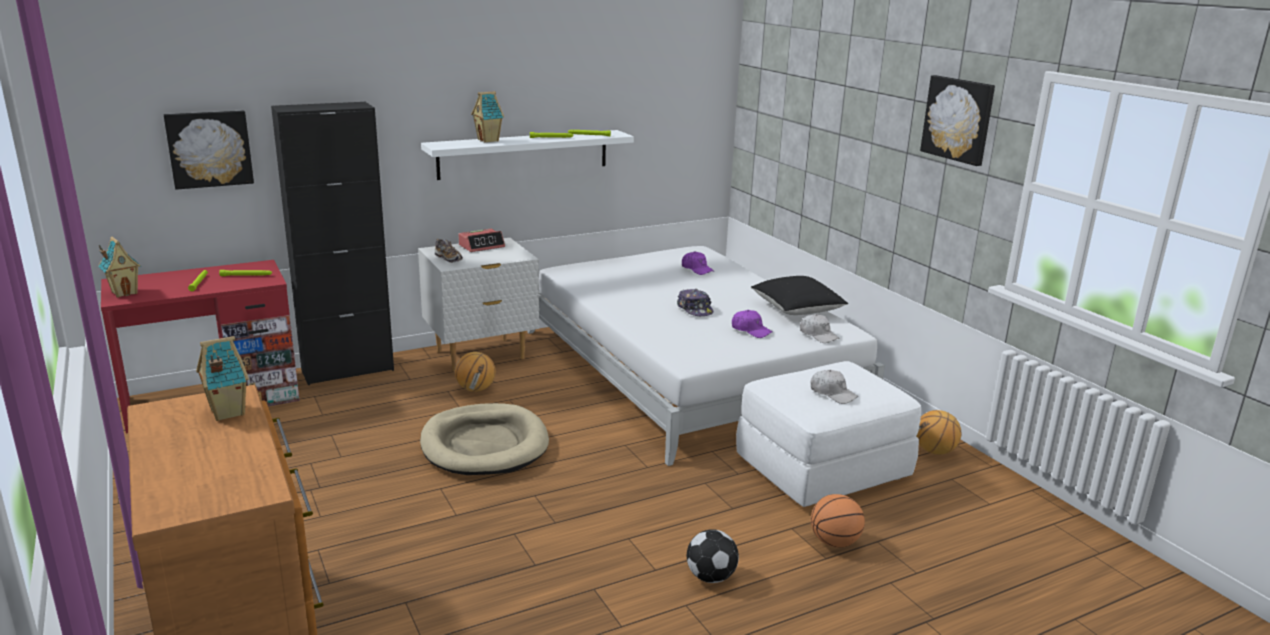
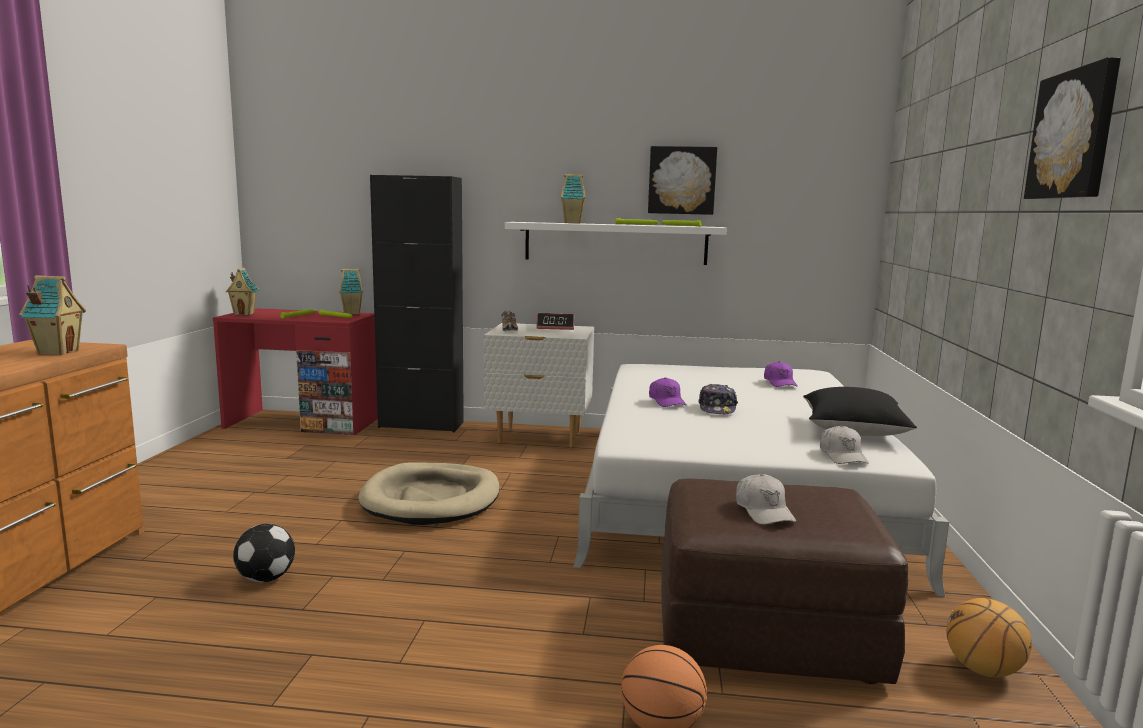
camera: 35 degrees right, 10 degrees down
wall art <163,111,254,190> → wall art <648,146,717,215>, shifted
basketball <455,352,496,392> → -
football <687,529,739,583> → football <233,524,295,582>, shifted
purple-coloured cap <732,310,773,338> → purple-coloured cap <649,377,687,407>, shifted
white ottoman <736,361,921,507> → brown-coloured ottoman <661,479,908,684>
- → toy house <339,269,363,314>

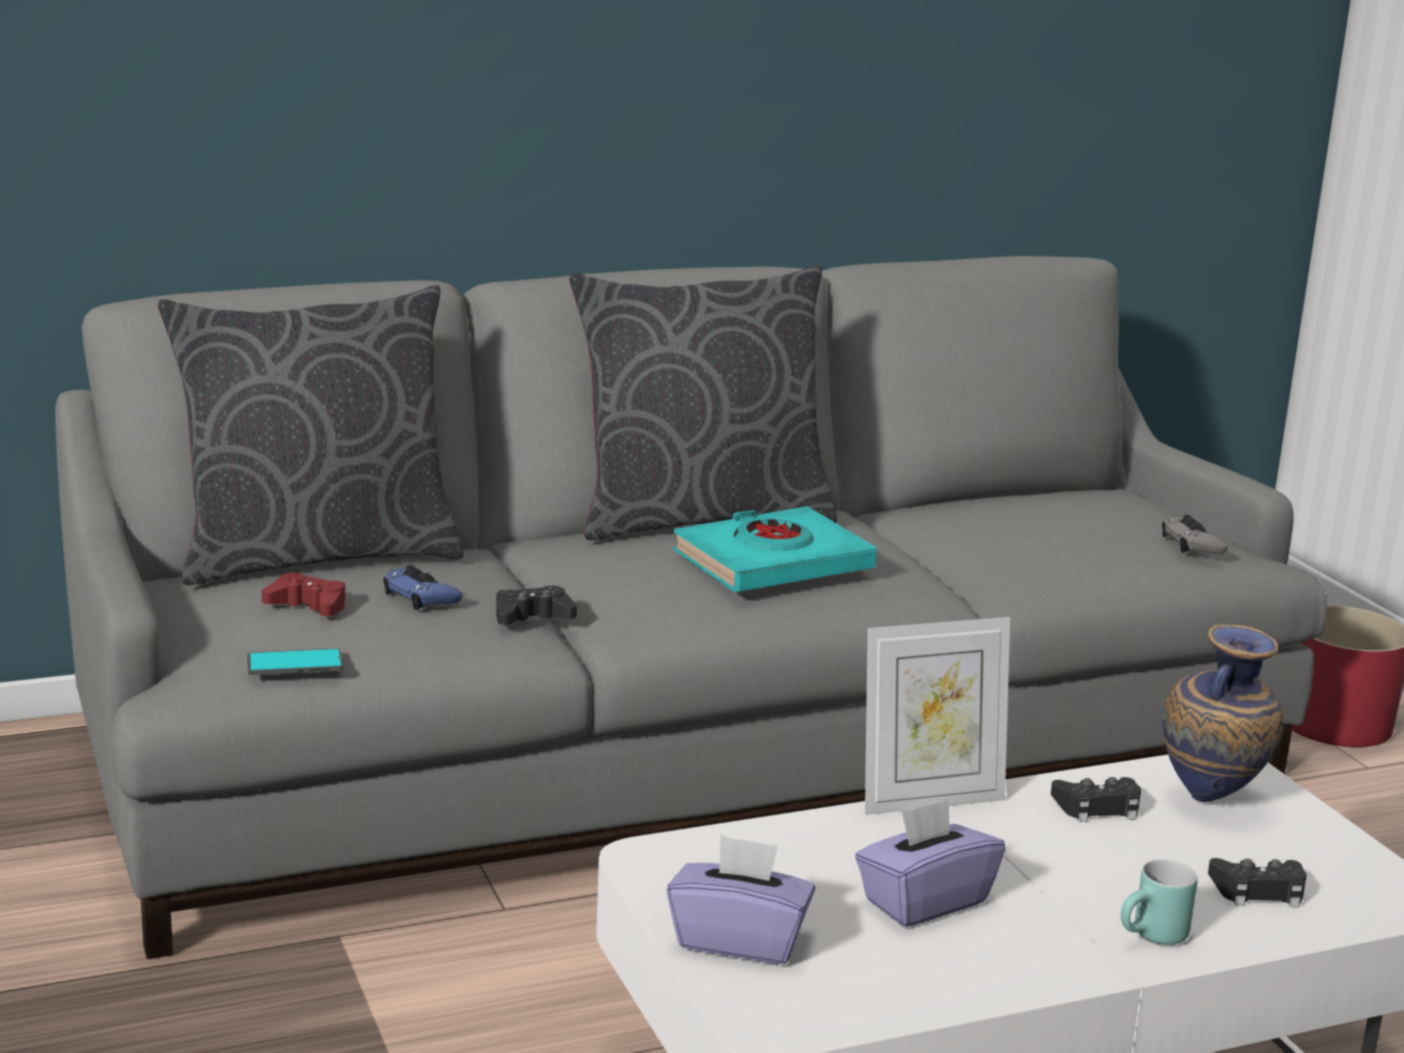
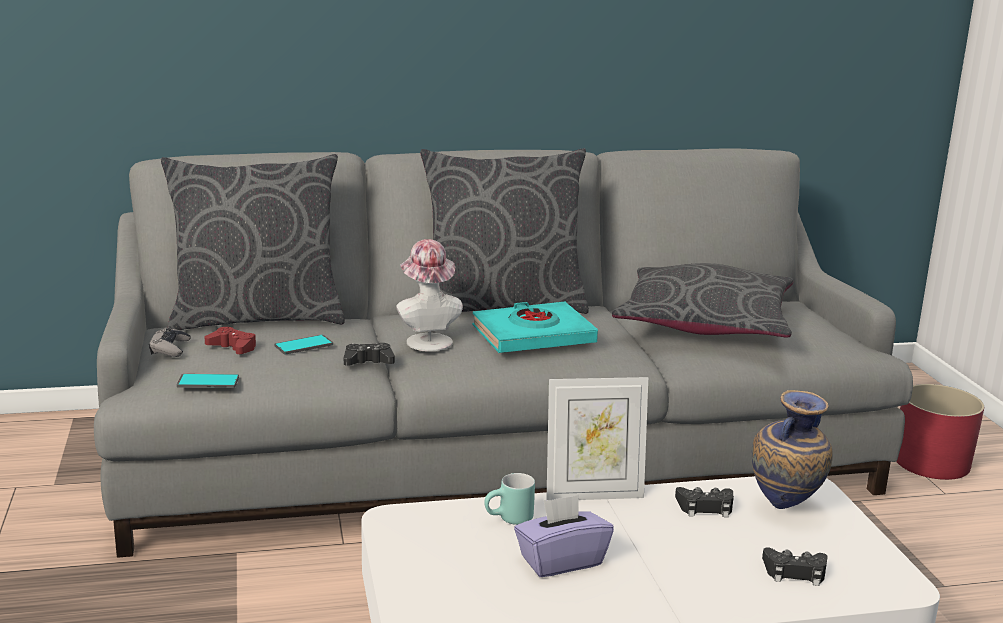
camera: 10 degrees right, 0 degrees up
bluish game controller <383,565,462,610> → phone <275,335,333,355>
purple-coloured box of tissues <667,835,816,964> → -
blue-green coffee mug <1121,859,1198,945> → blue-green coffee mug <484,473,535,525>, shifted
grey game controller <1162,514,1228,554> → grey game controller <149,328,191,357>, shifted
- → wearable hat <396,239,463,351>
- → grey cushion <612,263,794,337>

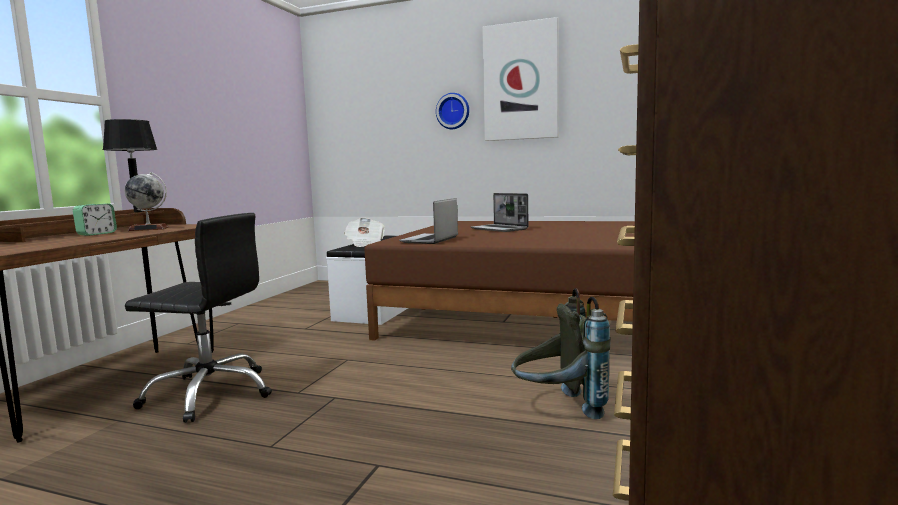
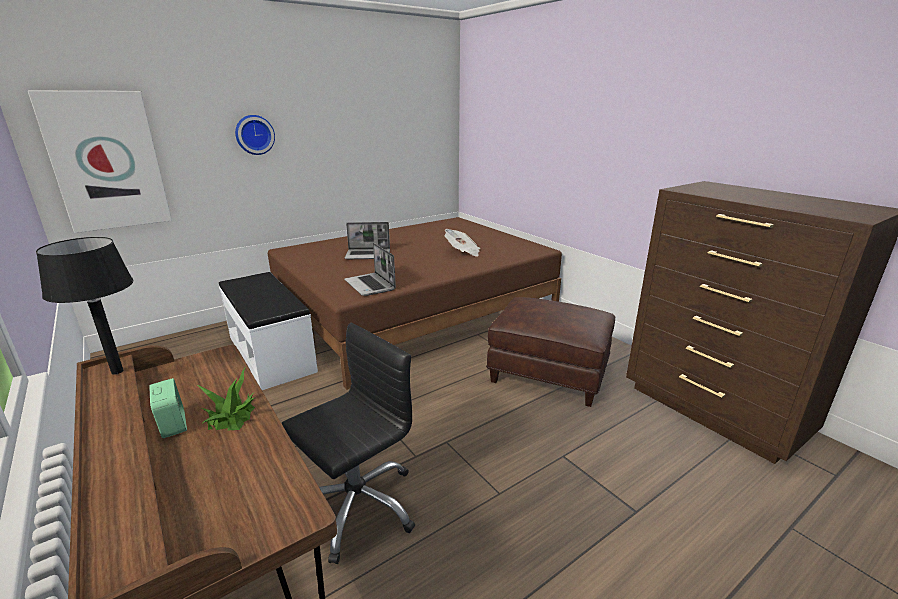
camera: 55 degrees left, 15 degrees up
world globe <125,172,168,231> → -
printed paper <344,218,385,247> → printed paper <444,229,480,257>, shifted
wall art <482,17,559,141> → wall art <28,91,172,233>, shifted
grey backpack <511,288,611,419> → brown-coloured ottoman <486,297,615,407>
- → potted plant <197,368,255,430>

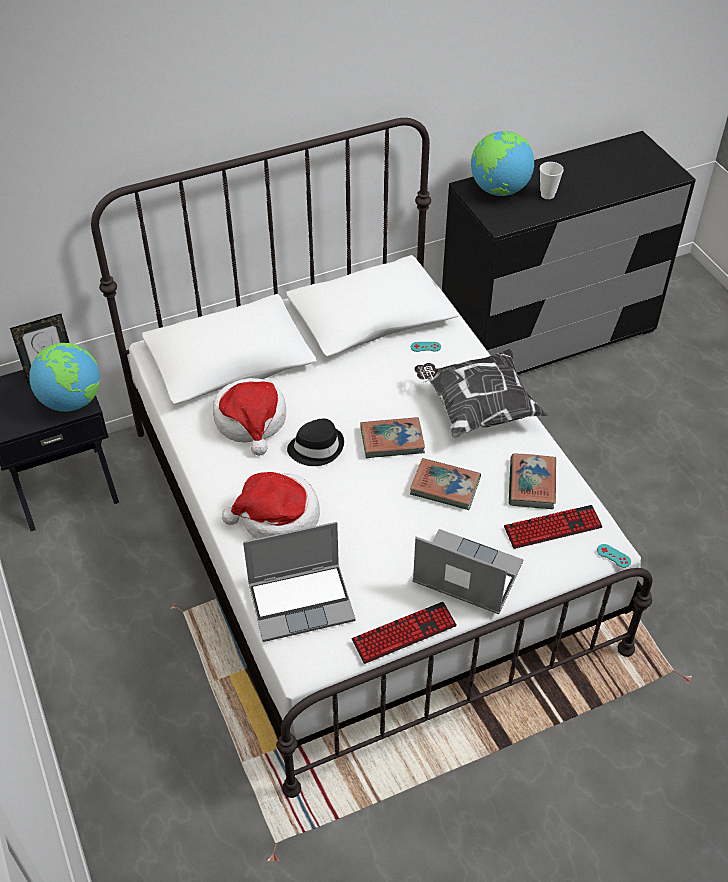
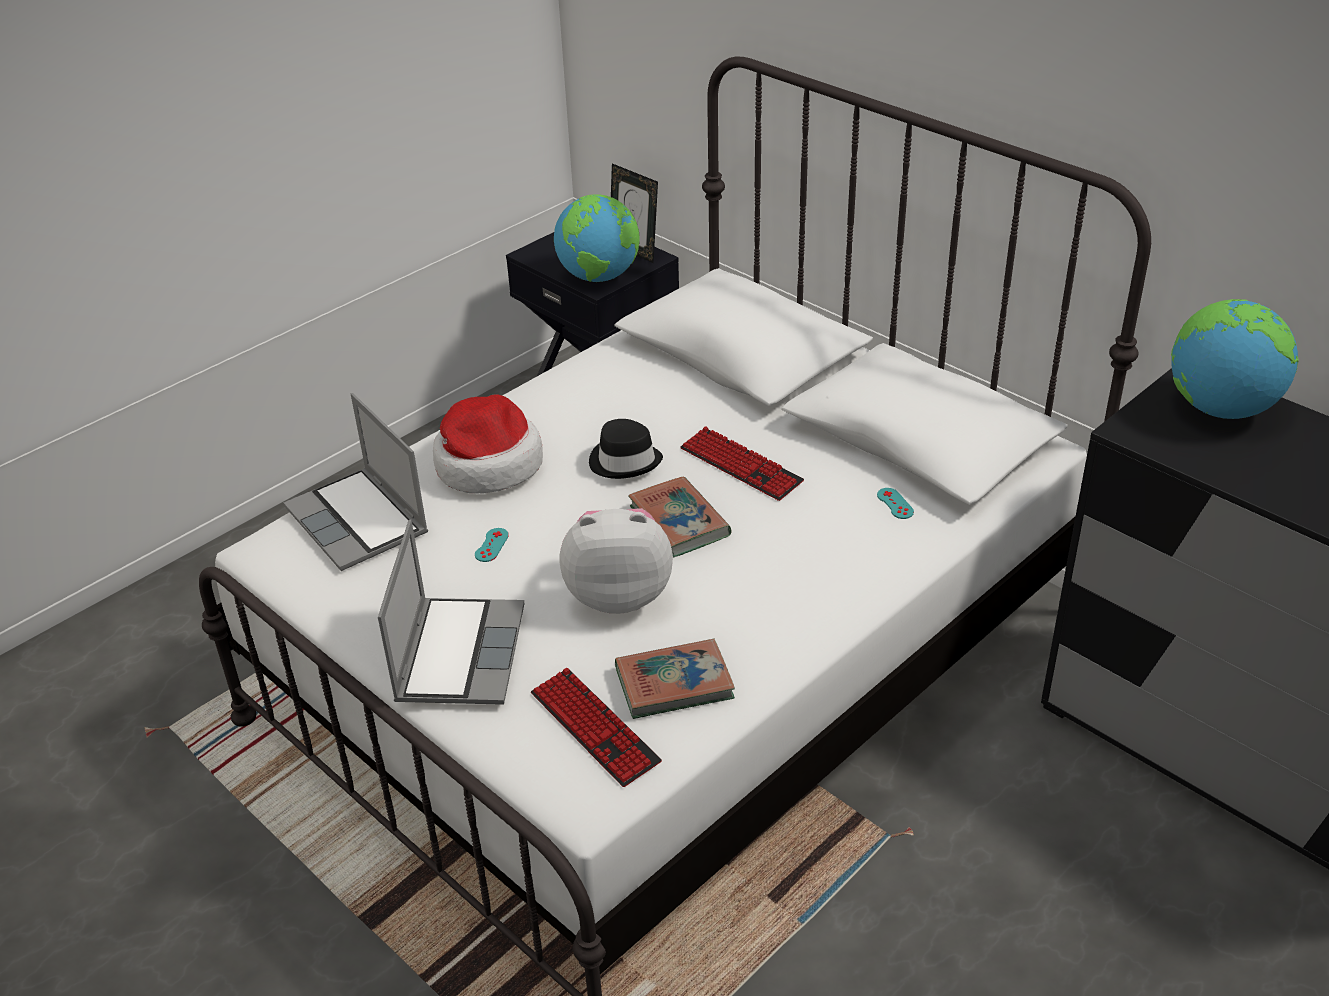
camera: 70 degrees right, 10 degrees down
wearable hat <213,378,286,456> → -
computer keyboard <352,602,457,664> → computer keyboard <680,426,804,501>, shifted
bound book <410,458,481,510> → cuddly toy <559,508,673,614>
cushion <414,349,549,438> → -
small cup <540,162,564,199> → -
blue-green game controller <597,544,631,568> → blue-green game controller <475,528,509,562>, shifted

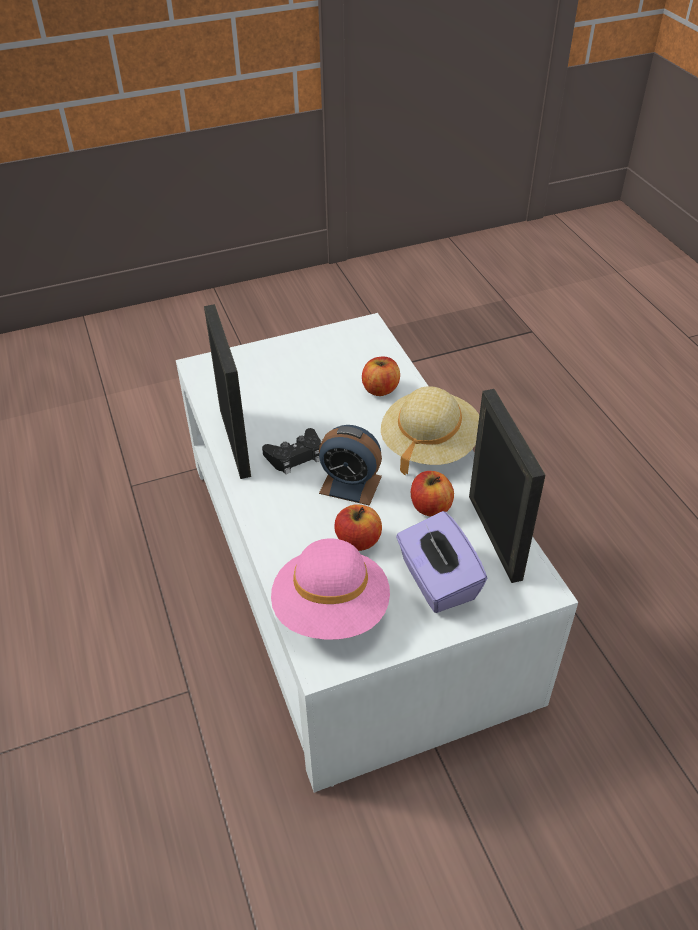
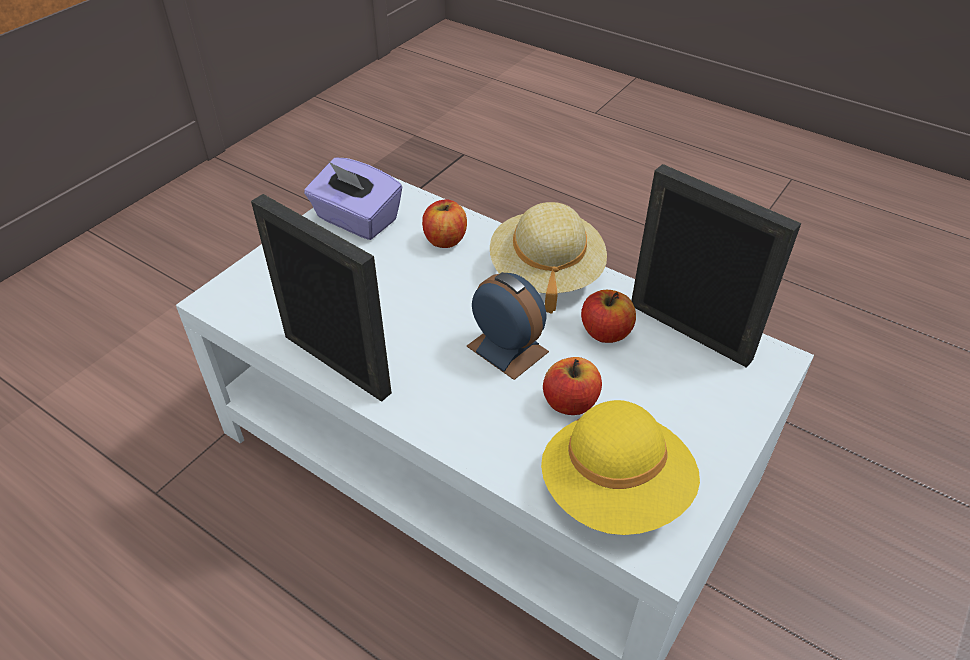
camera: 35 degrees left, 0 degrees up
black-coloured game controller <262,428,321,474> → -
pink-coloured wearable hat <271,538,390,640> → yellow-coloured wearable hat <541,400,700,535>
table clock <319,425,382,506> → table clock <467,272,549,380>, 120 degrees counterclockwise
purple-coloured box of tissues <396,511,488,613> → purple-coloured box of tissues <304,158,402,240>, shifted

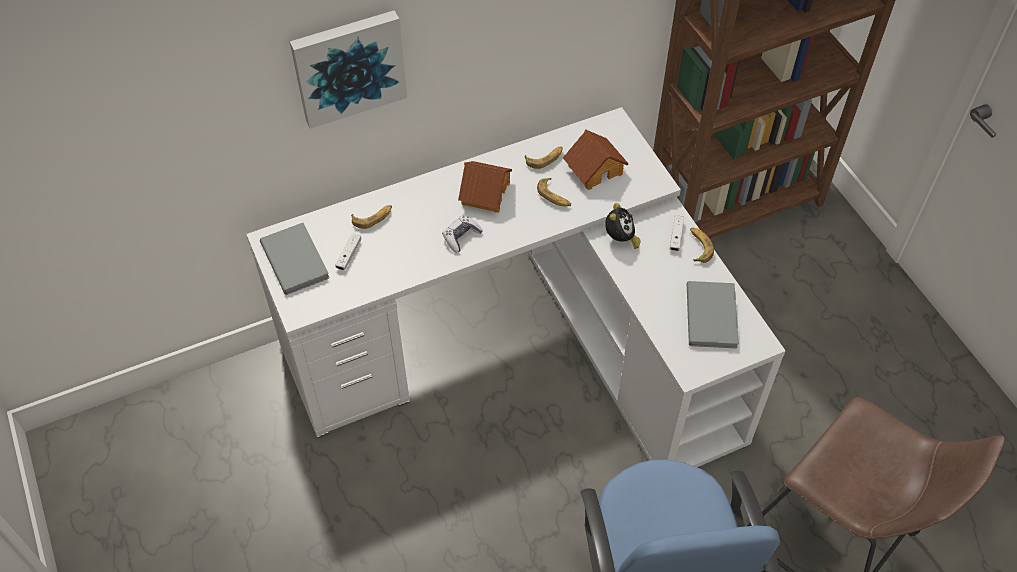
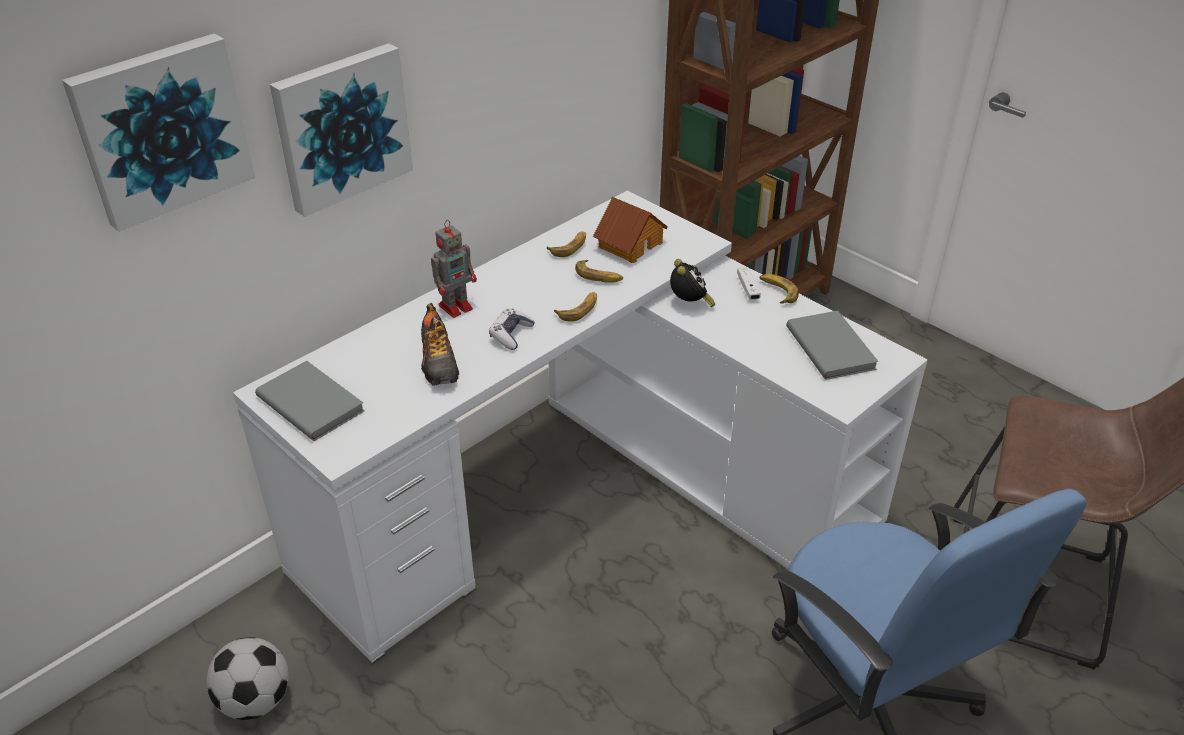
camera: 20 degrees left, 15 degrees down
white game controller <335,233,361,270> → -
banana fruit <351,205,392,229> → banana fruit <554,292,597,322>, shifted
toy house <458,161,512,213> → -
- → wall art <62,33,255,232>
- → football <207,637,289,720>
- → item of footwear <421,303,459,386>
- → model robot <431,220,477,318>

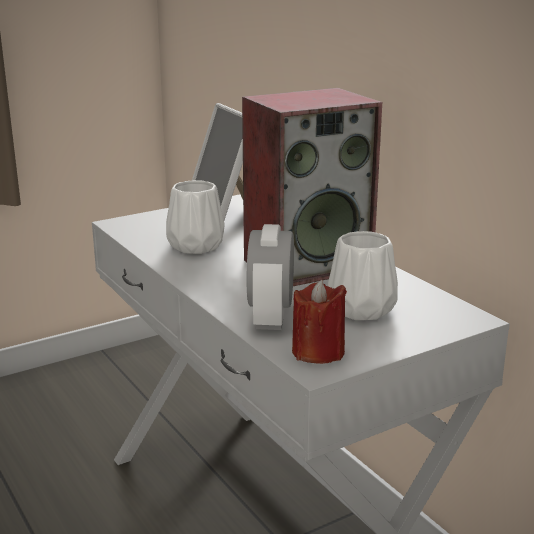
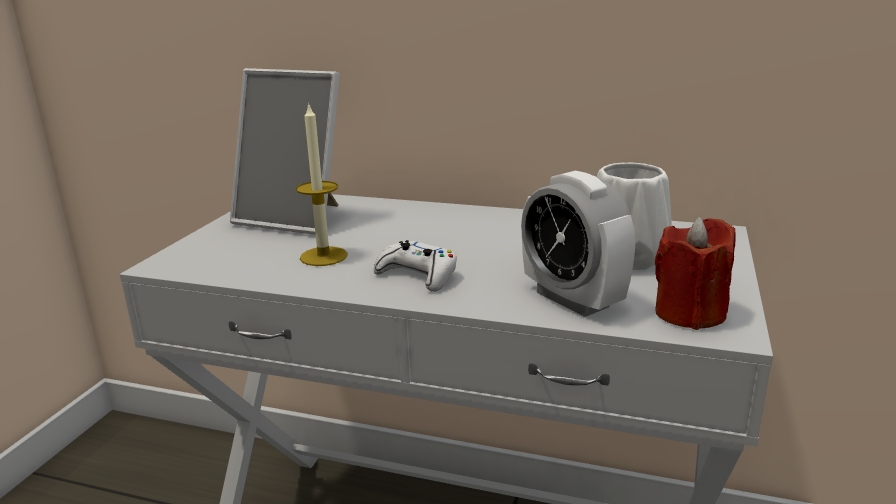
camera: 40 degrees left, 0 degrees up
white vase <166,180,225,254> → candle <296,102,348,266>
loudspeaker <242,88,382,286> → -
- → white game controller <374,240,457,292>

